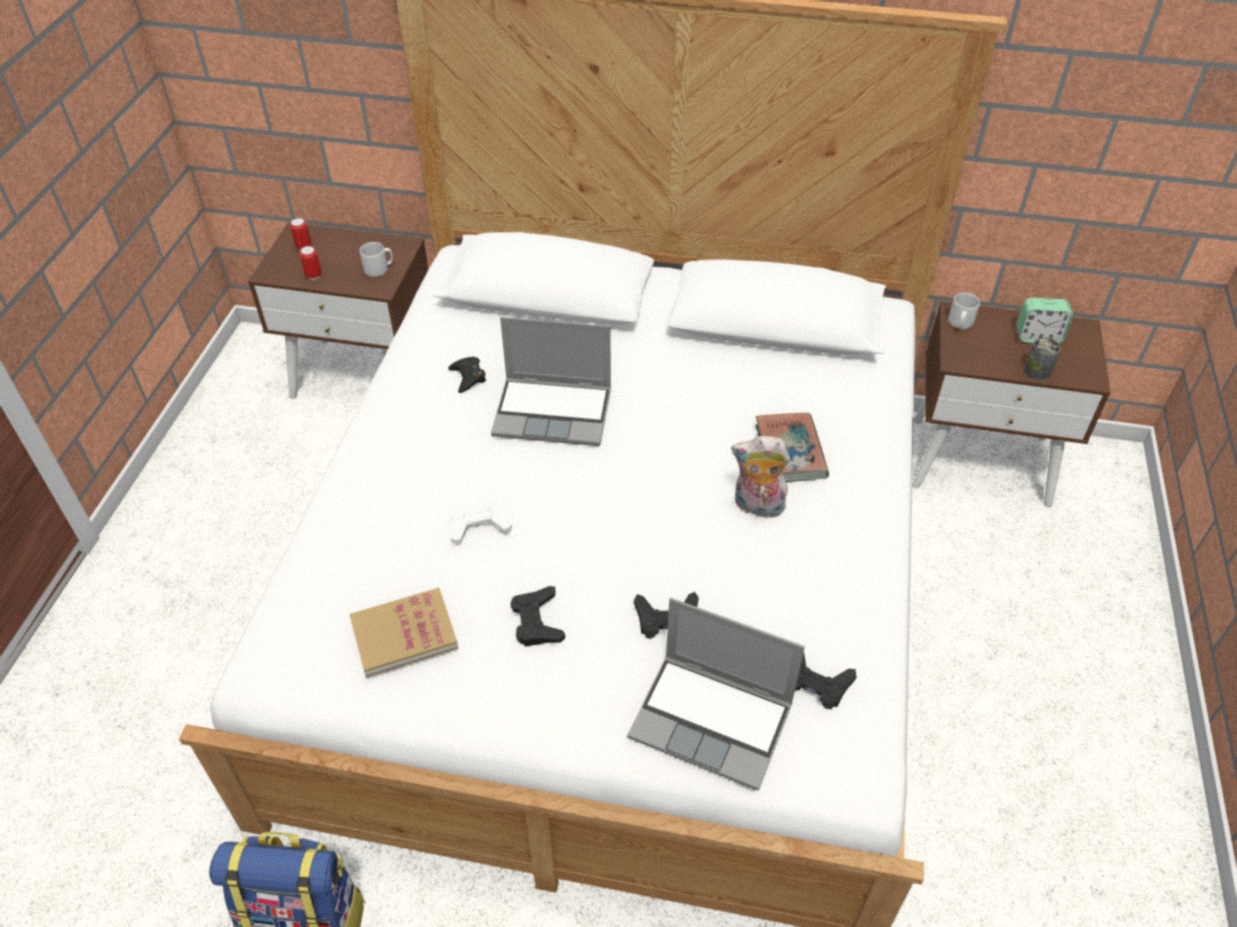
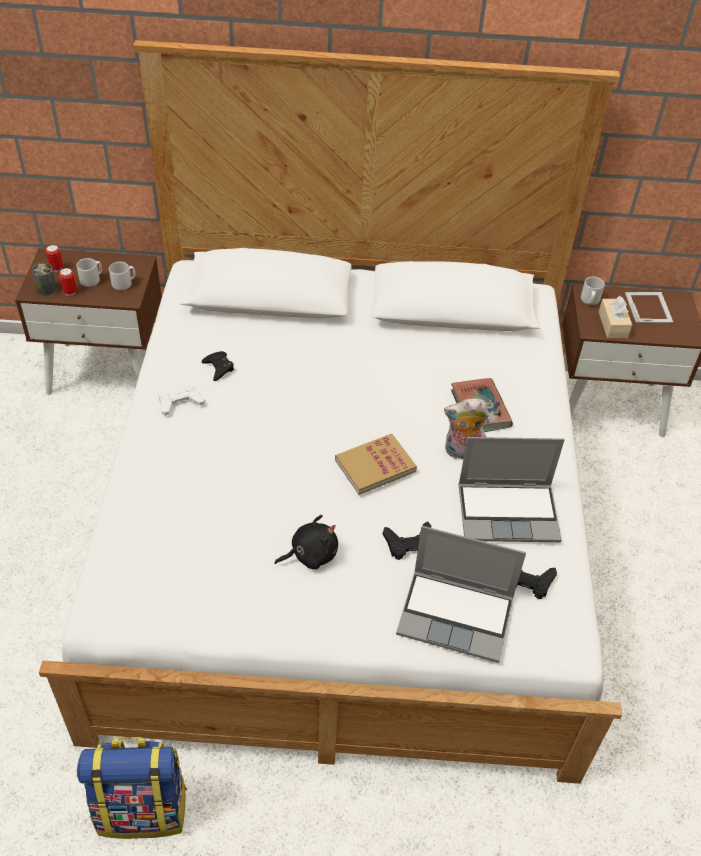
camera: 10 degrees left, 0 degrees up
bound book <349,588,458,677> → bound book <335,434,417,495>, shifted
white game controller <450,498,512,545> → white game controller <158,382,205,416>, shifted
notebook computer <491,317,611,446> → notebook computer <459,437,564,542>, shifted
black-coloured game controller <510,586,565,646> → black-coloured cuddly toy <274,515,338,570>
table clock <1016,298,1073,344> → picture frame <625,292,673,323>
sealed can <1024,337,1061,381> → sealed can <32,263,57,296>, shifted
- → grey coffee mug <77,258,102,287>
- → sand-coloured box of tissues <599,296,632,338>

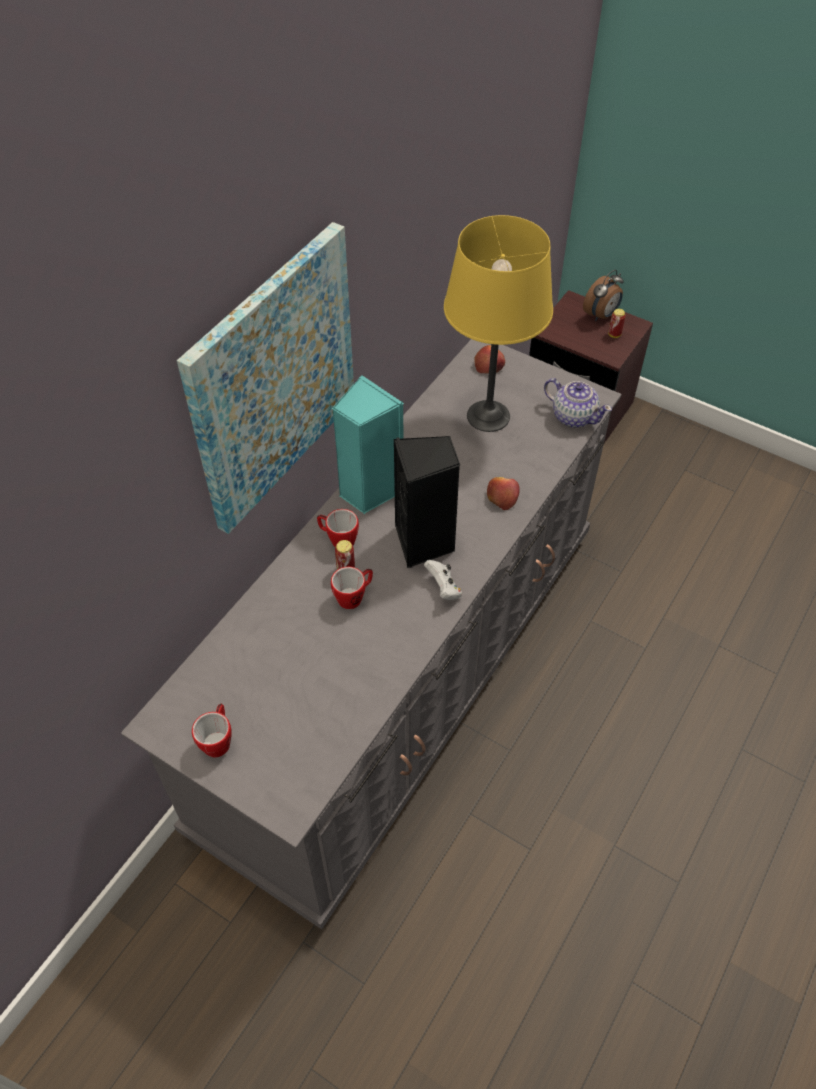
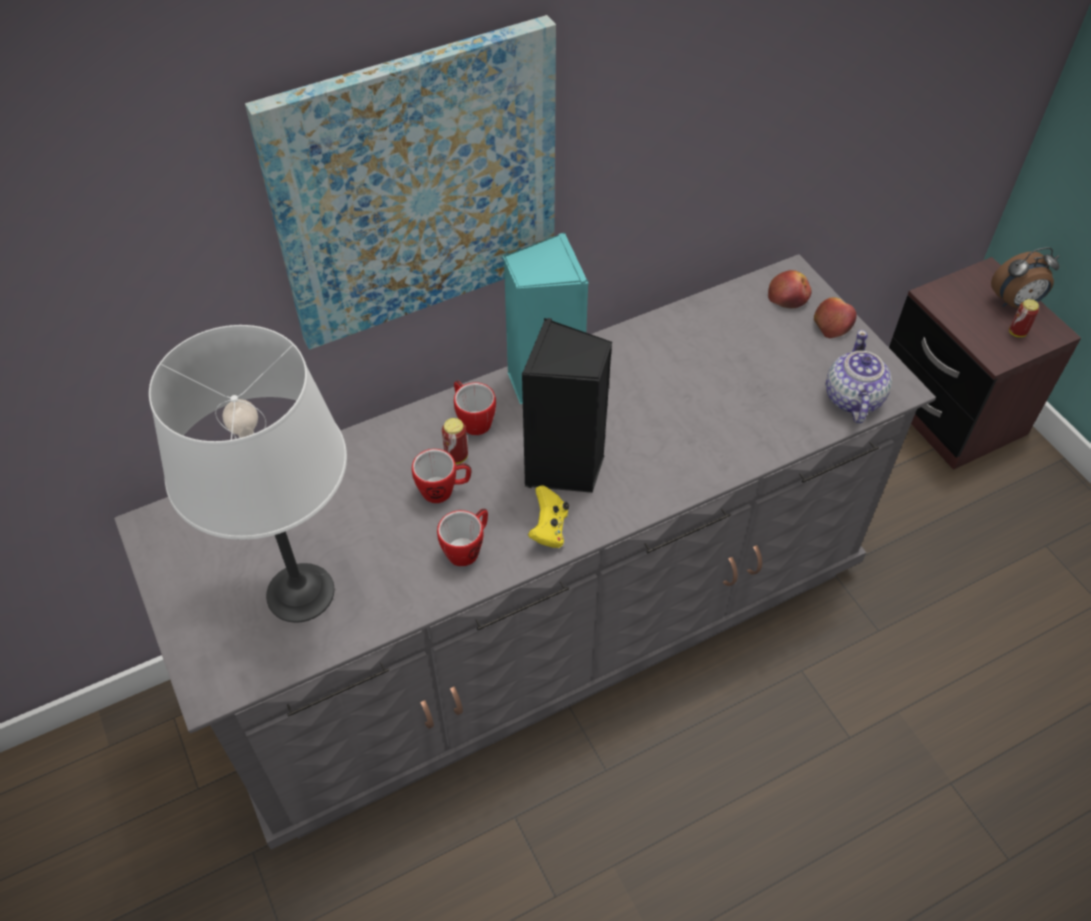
camera: 30 degrees right, 0 degrees up
coffee mug <192,704,232,757> → coffee mug <437,509,488,566>, shifted
white game controller <424,560,462,600> → yellow-coloured game controller <528,485,569,548>
yellow-coloured table lamp <444,215,553,432> → -
apple fruit <487,477,520,510> → apple fruit <814,297,857,338>, shifted
teapot <544,378,612,428> → teapot <826,330,892,424>, 150 degrees counterclockwise
- → white table lamp <149,325,347,622>

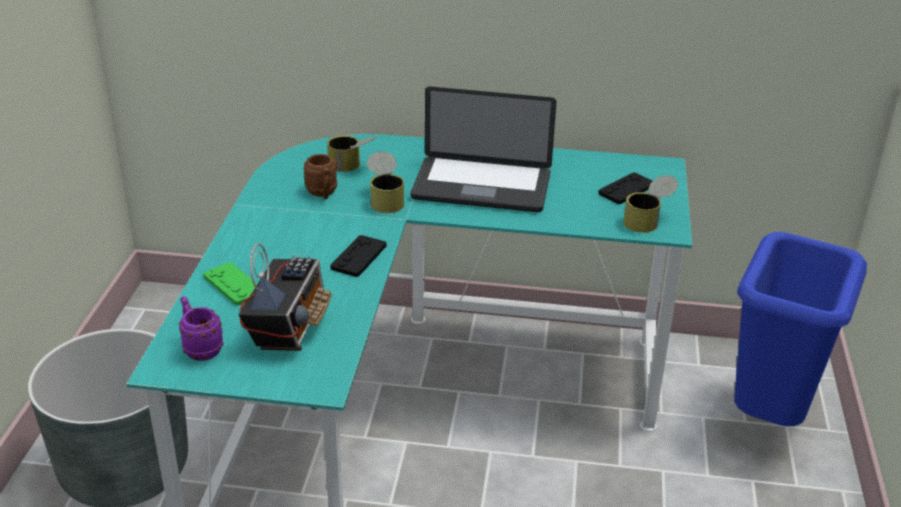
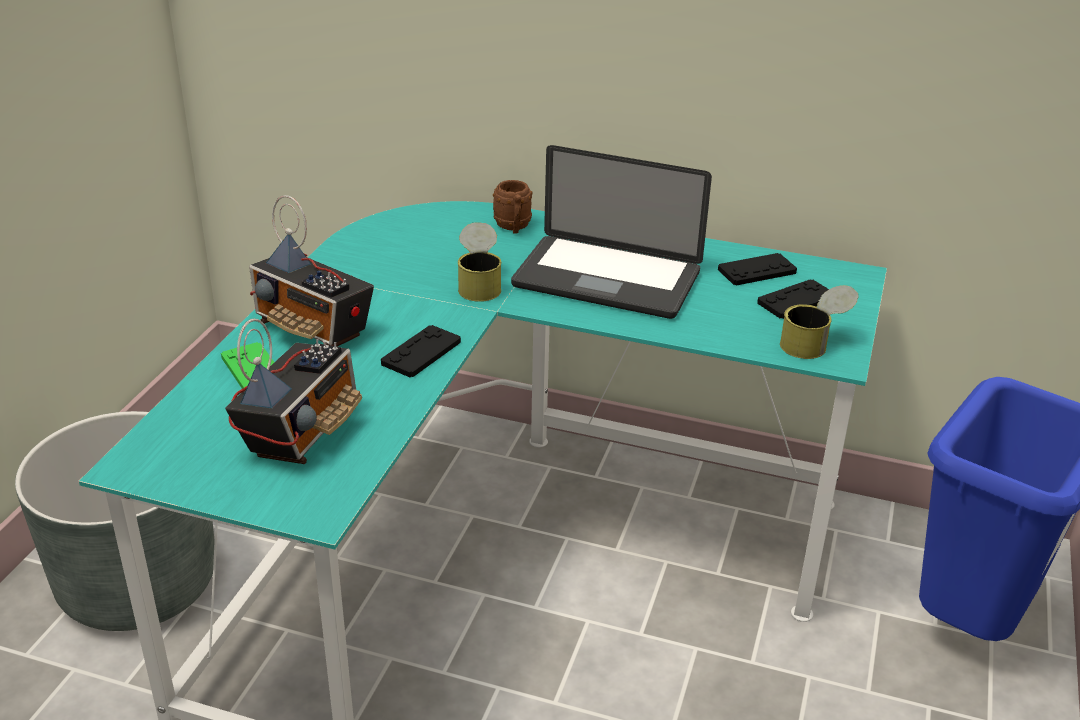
camera: 10 degrees right, 0 degrees up
purple-coloured coffee mug <179,296,224,361> → -
brown-coloured coffee mug <303,154,337,199> → brown-coloured coffee mug <493,180,533,234>, shifted
sealed can <327,135,377,172> → -
- → radio receiver <249,195,374,346>
- → black-coloured game controller <718,253,797,285>

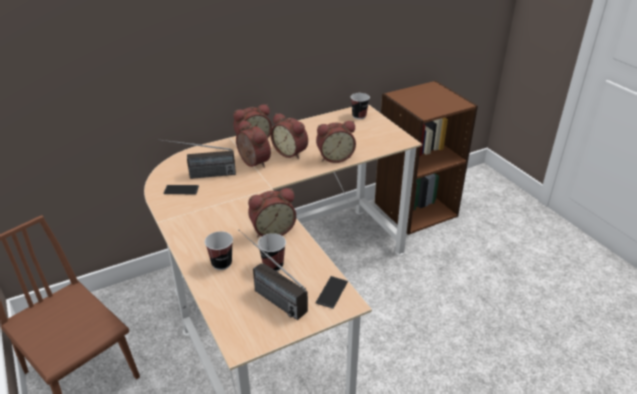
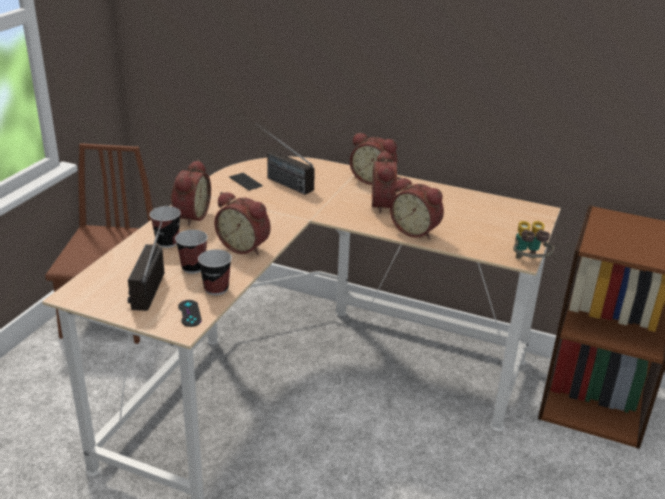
camera: 50 degrees right, 5 degrees down
table clock <236,120,271,168> → table clock <170,160,211,226>, shifted
phone <315,276,348,309> → black-coloured game controller <178,300,202,327>
small cup <351,93,370,119> → small cup <198,249,232,295>, shifted
- → field glasses <513,221,554,259>

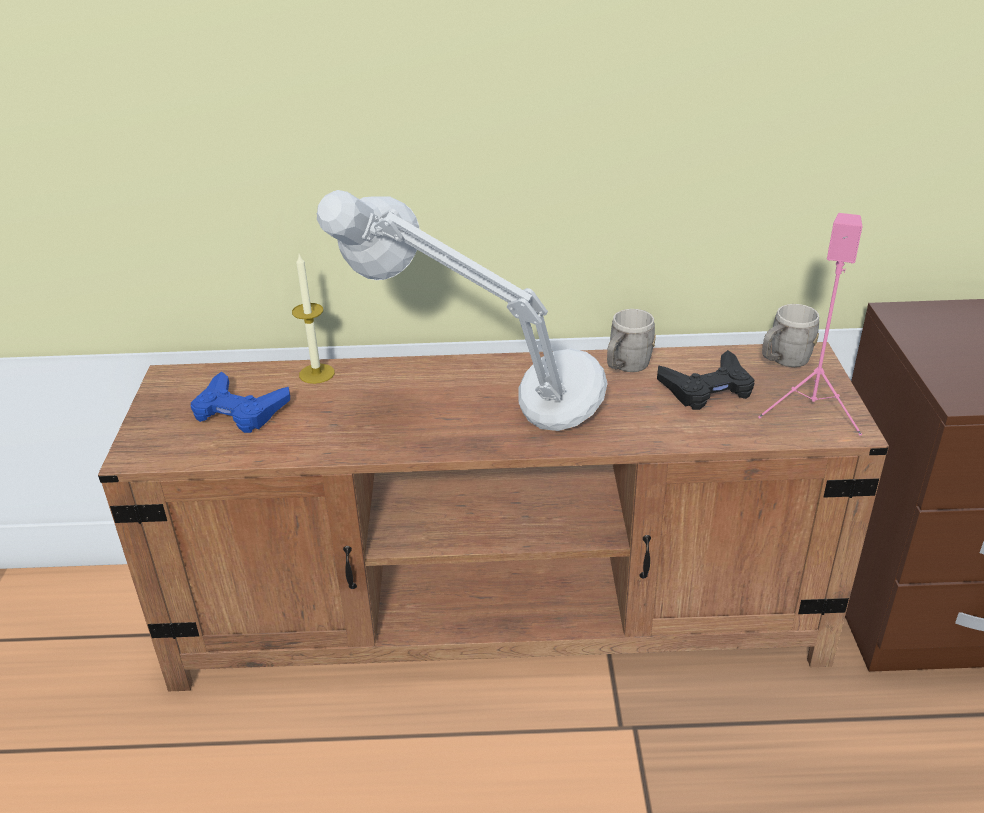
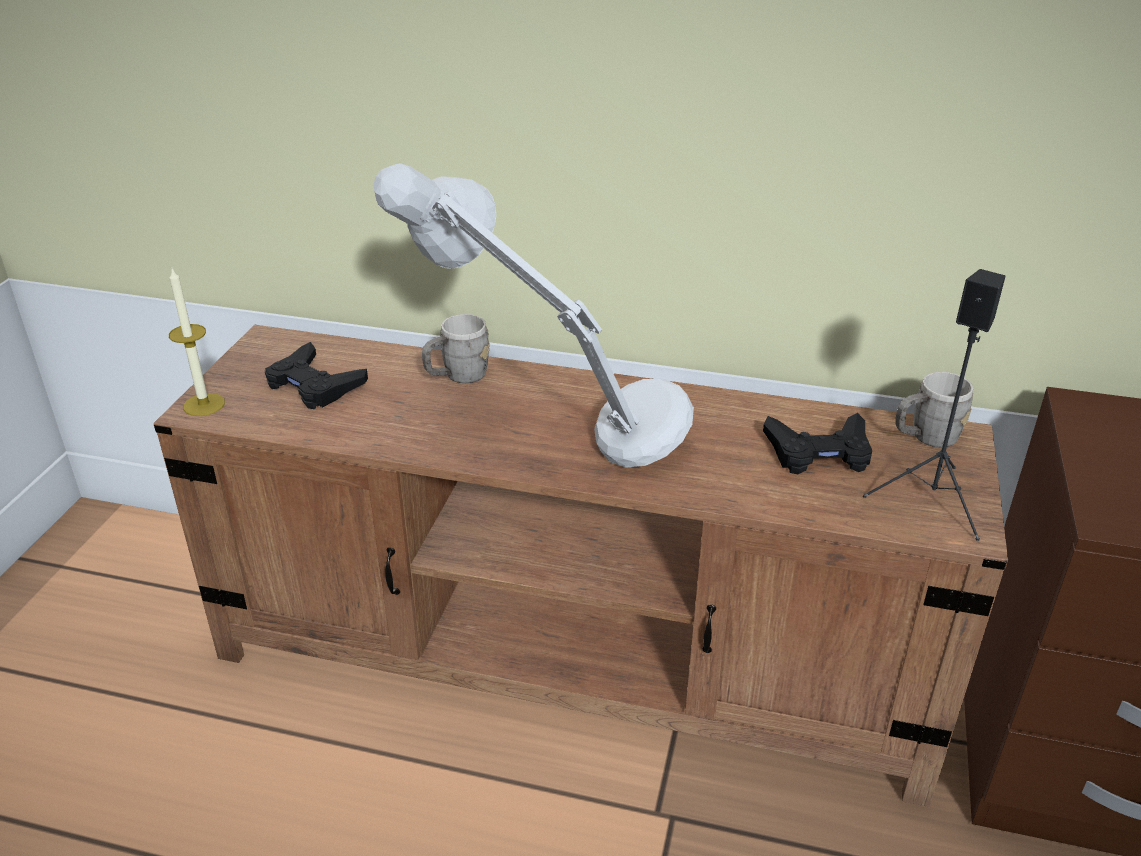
camera: 15 degrees right, 0 degrees up
bluish game controller <190,372,290,433> → black-coloured game controller <265,342,368,409>
candle <292,254,335,384> → candle <169,268,225,416>, shifted
grey coffee mug <607,309,656,372> → grey coffee mug <422,314,490,383>, shifted
pink-coloured loudspeaker <758,213,863,435> → black-coloured loudspeaker <863,269,1006,541>

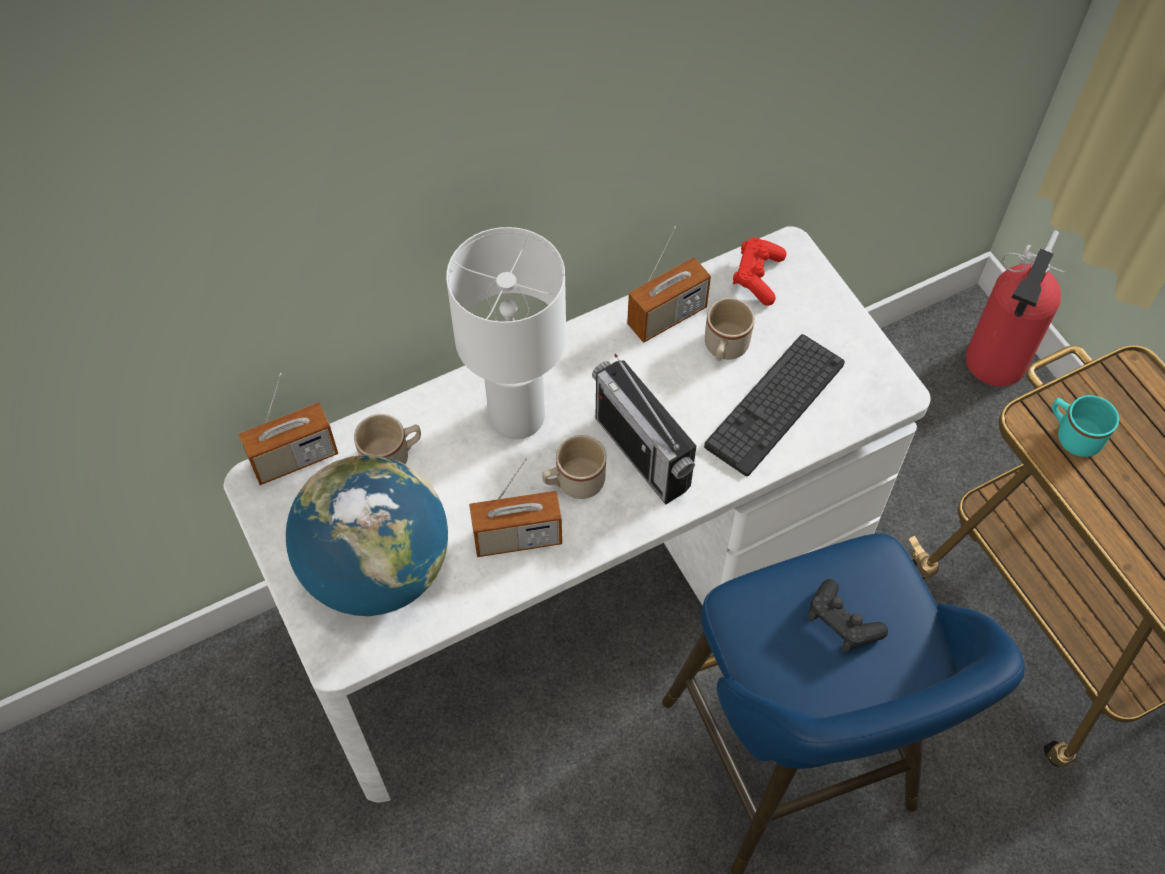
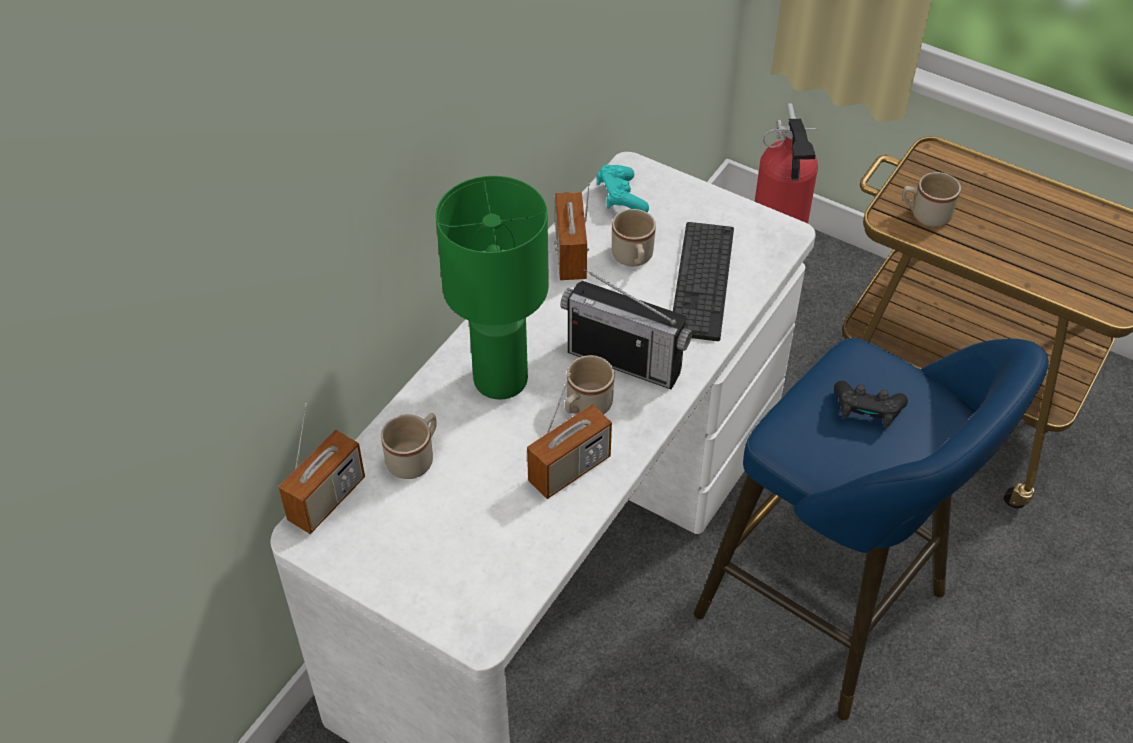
camera: 30 degrees left, 10 degrees down
world globe <286,455,448,616> → -
white table lamp <446,227,566,439> → green table lamp <436,176,549,400>
radio receiver <627,226,711,343> → radio receiver <554,183,590,280>, 150 degrees clockwise
red-coloured game controller <733,237,786,306> → blue-green game controller <597,165,649,212>
blue-green coffee mug <1052,395,1119,457> → sand-coloured coffee mug <902,172,961,227>

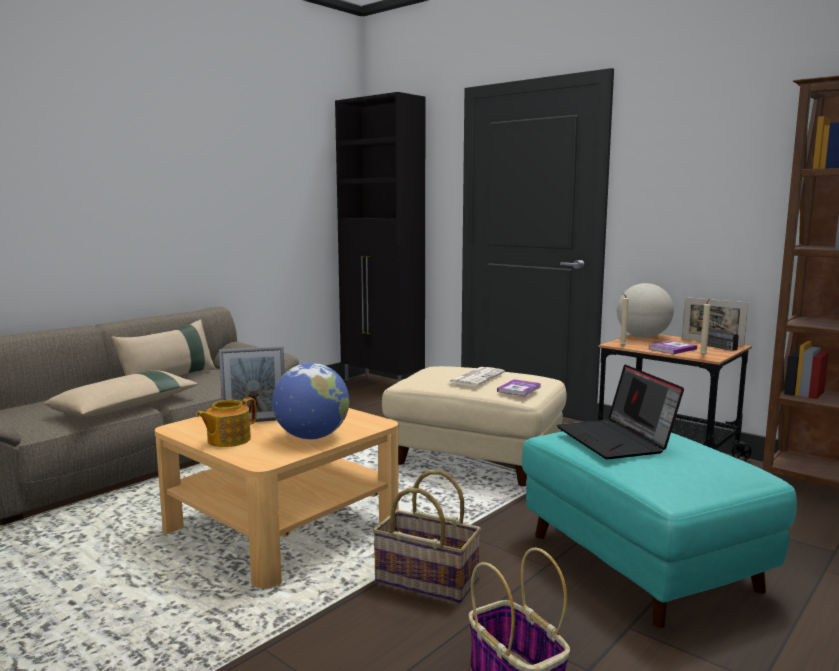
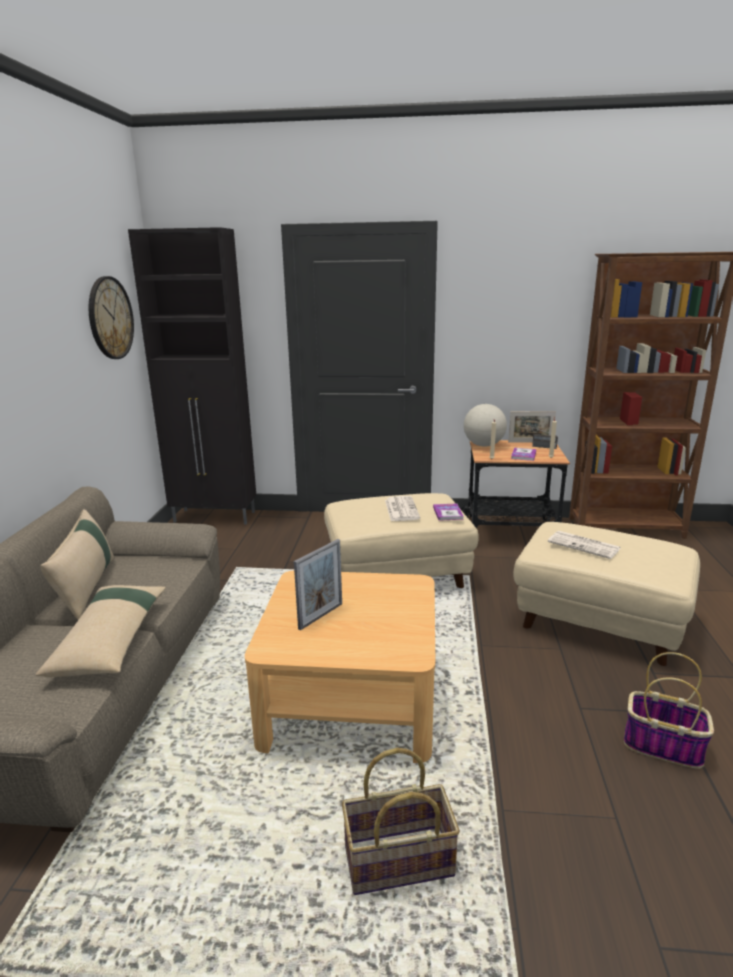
camera: 35 degrees left, 10 degrees up
teapot <196,398,256,447> → -
world globe <272,363,349,440> → -
basket <373,470,481,603> → basket <342,748,460,895>, shifted
blue-green ottoman <522,432,797,628> → sand-coloured ottoman <513,522,700,666>
notebook computer <557,365,684,459> → printed paper <548,531,621,559>
- → clock on the wall <89,276,134,359>

